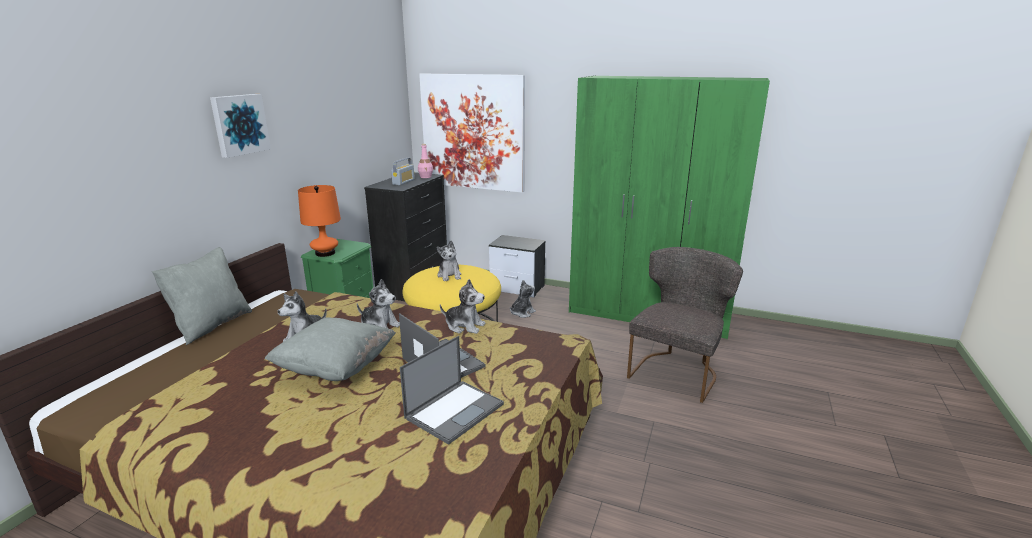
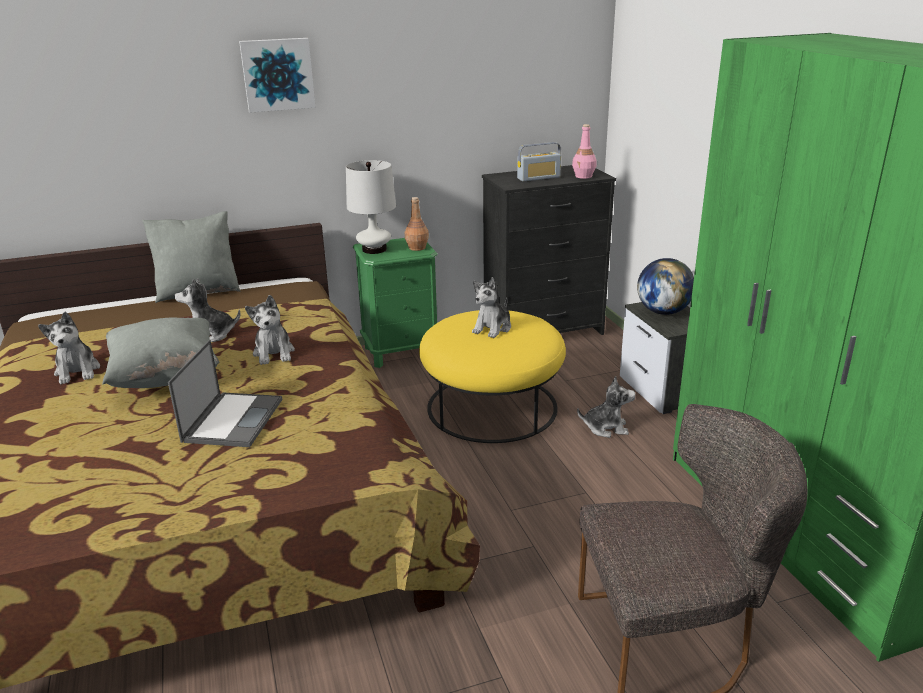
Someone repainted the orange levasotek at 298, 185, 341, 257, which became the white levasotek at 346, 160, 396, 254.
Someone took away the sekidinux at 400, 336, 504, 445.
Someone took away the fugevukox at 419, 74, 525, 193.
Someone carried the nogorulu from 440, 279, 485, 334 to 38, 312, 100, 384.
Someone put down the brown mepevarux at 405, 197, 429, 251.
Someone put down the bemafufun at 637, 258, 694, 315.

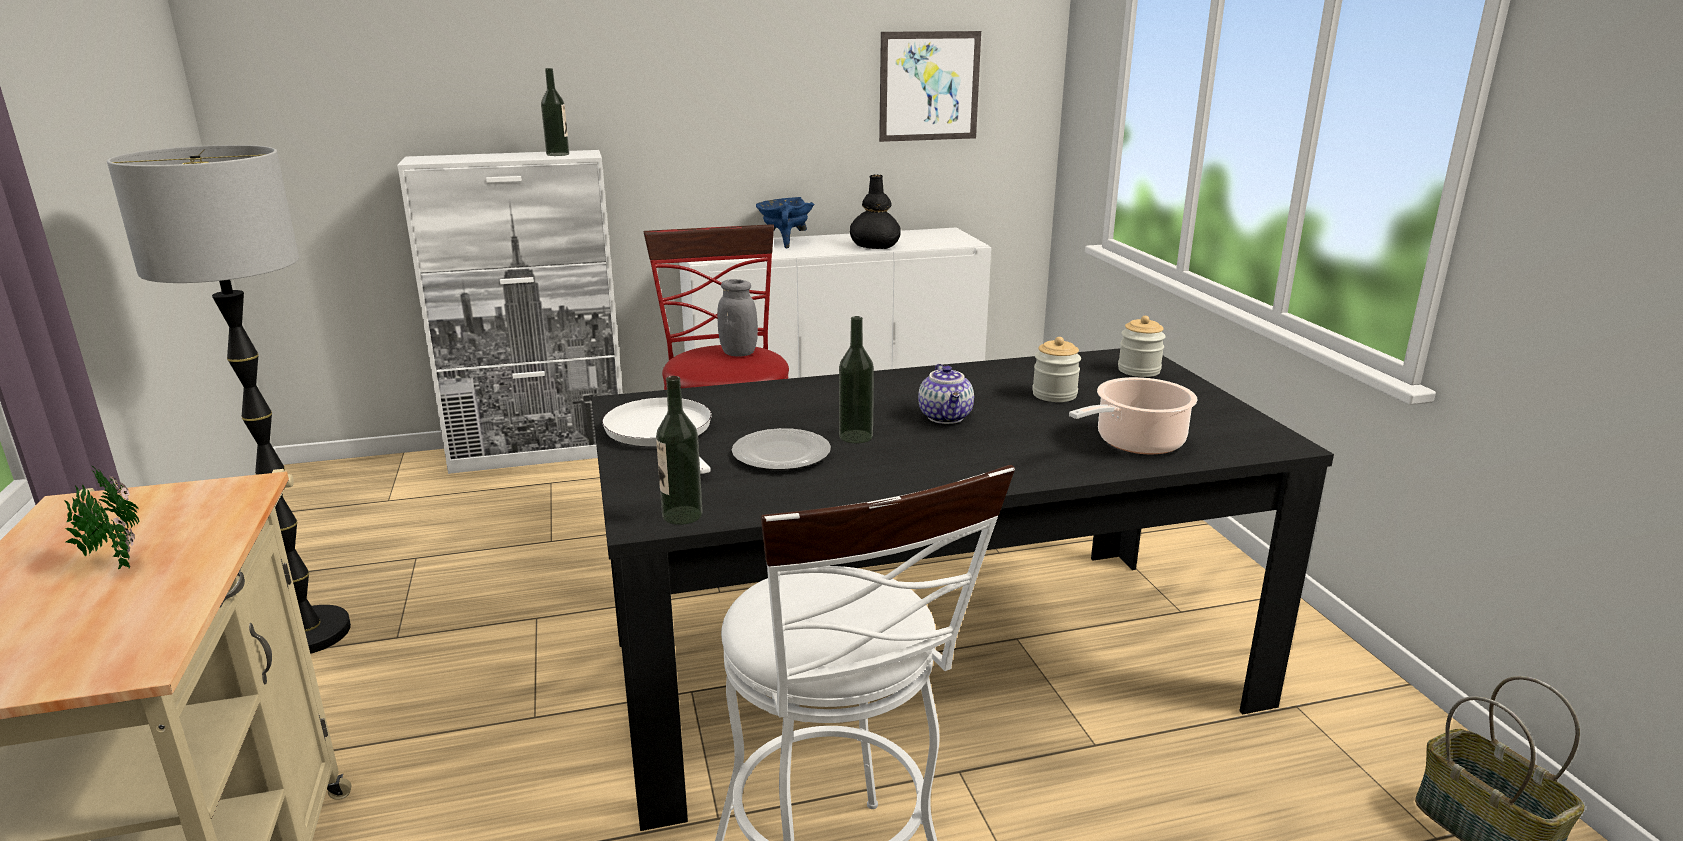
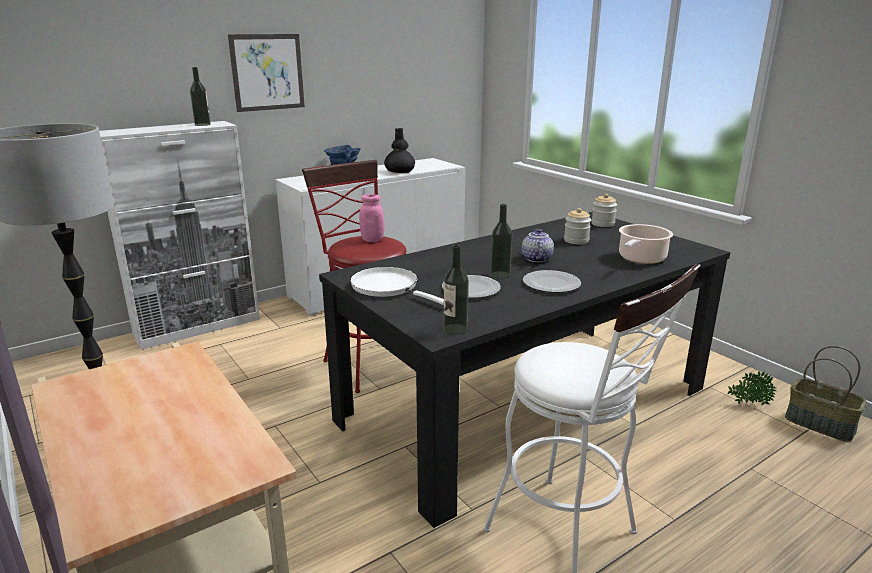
Someone carried the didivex from 64, 466, 139, 569 to 727, 371, 776, 406.
Someone repainted the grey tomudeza at 717, 279, 758, 357, which became the pink tomudeza at 359, 194, 385, 242.
Someone carried the fugevukox from 879, 31, 981, 142 to 228, 34, 305, 112.
Someone rotated the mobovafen at 918, 364, 974, 424 by 150 degrees counterclockwise.
Someone put down the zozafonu at 523, 270, 581, 293.

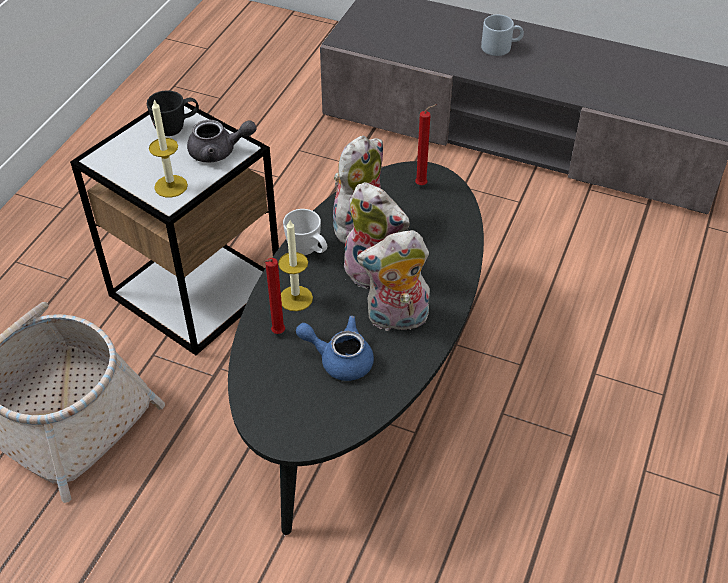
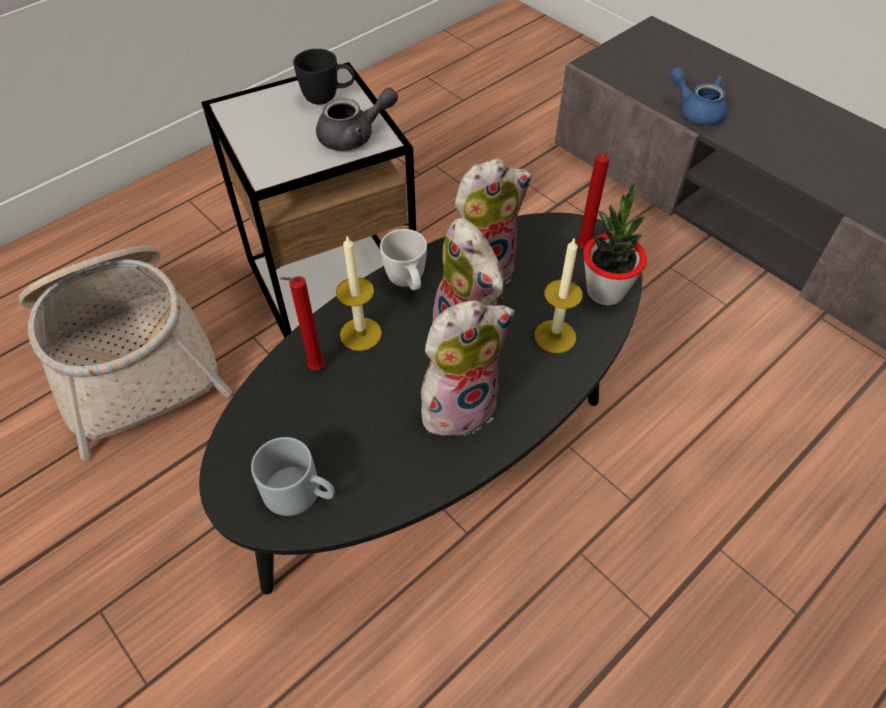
Someone carried the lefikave from 149, 100, 188, 198 to 535, 239, 583, 353.
Someone rotated the grey mobovafen at 187, 120, 257, 163 by 45 degrees counterclockwise.
Someone carried the blue mobovafen from 296, 316, 374, 381 to 669, 67, 727, 125.
Someone rotated the nogorulu at 357, 230, 430, 334 by 135 degrees clockwise.
Someone carried the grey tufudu from 481, 15, 524, 56 to 251, 437, 335, 516.
Someone put down the didivex at 583, 183, 647, 305.

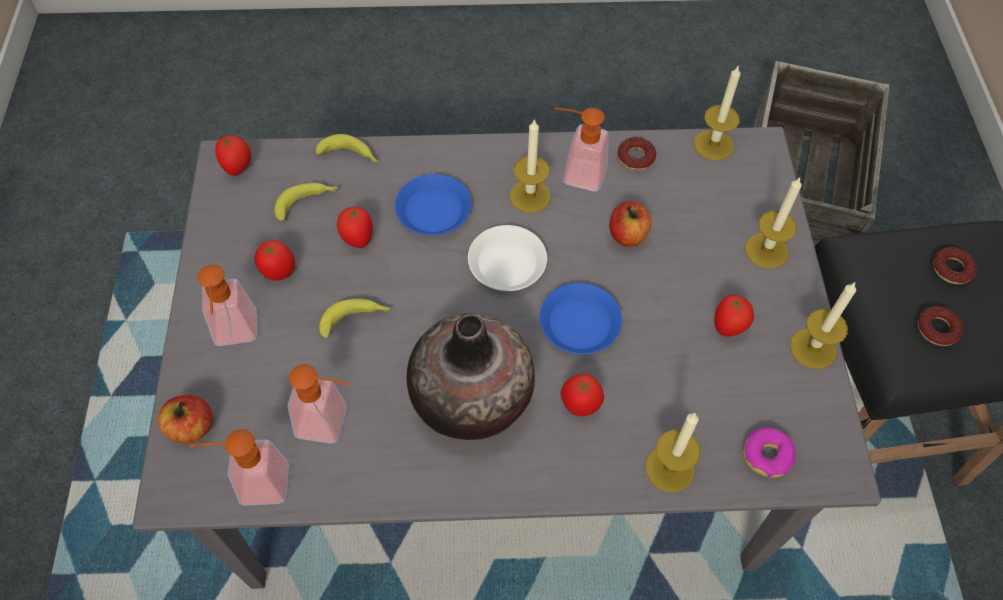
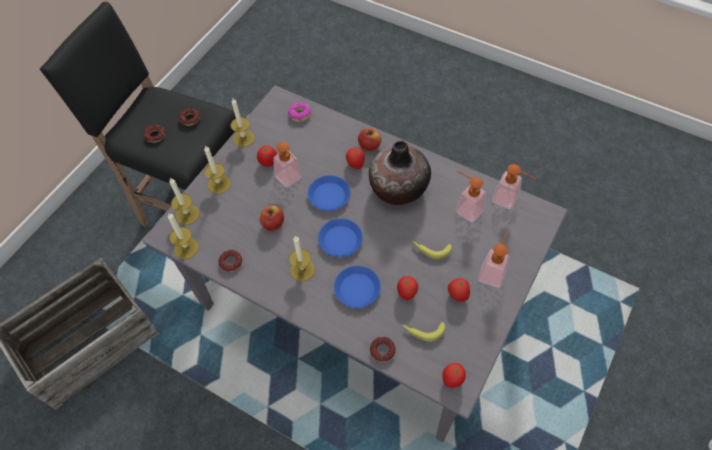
Someone carried the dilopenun from 158, 394, 213, 444 to 358, 128, 381, 151.
Someone swapped the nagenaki at 316, 134, 378, 163 for the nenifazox at 370, 337, 396, 362.
Someone repainted the white zozafonu at 468, 225, 547, 291, which became the blue zozafonu at 318, 218, 363, 257.
Someone carried the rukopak from 554, 108, 609, 192 to 273, 142, 302, 187.
Someone carried the lefikave from 645, 413, 701, 492 to 169, 178, 200, 225.

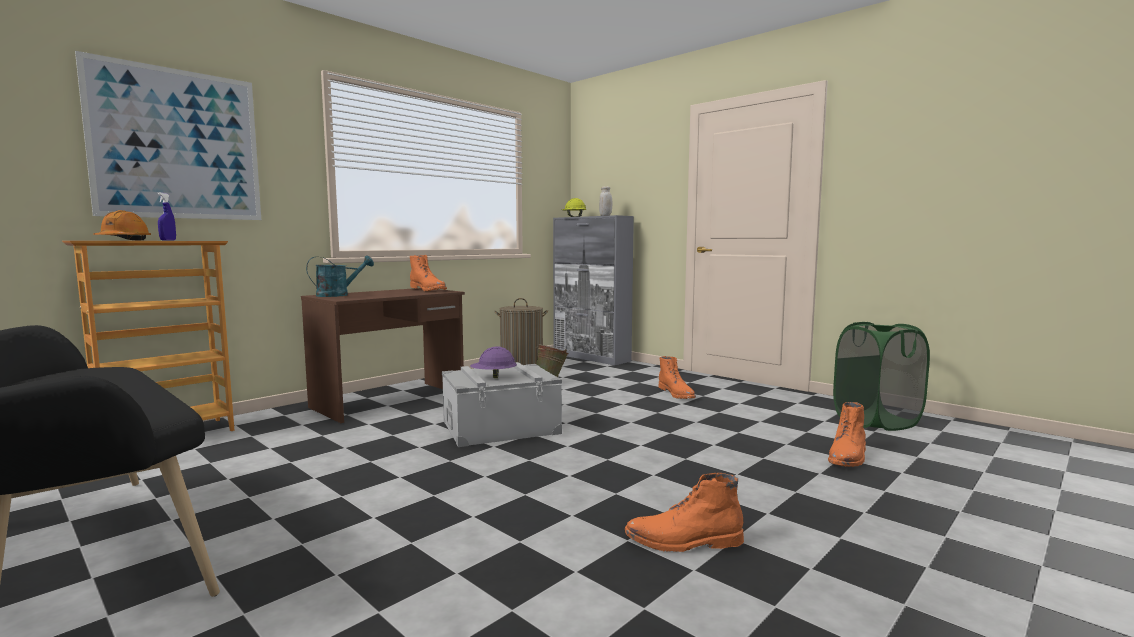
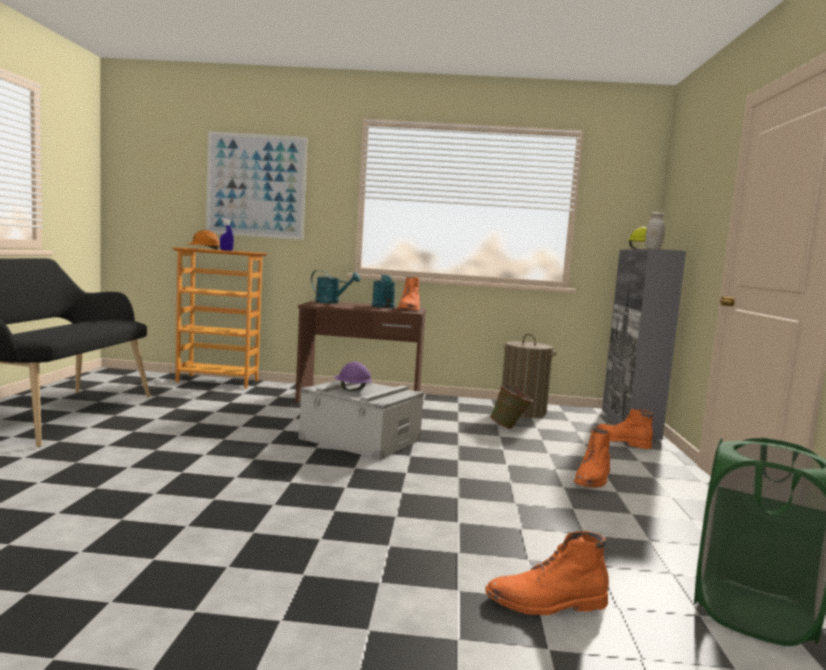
Someone carried the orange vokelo from 625, 473, 744, 552 to 596, 409, 654, 449.
Someone put down the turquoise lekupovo at 372, 274, 395, 308.

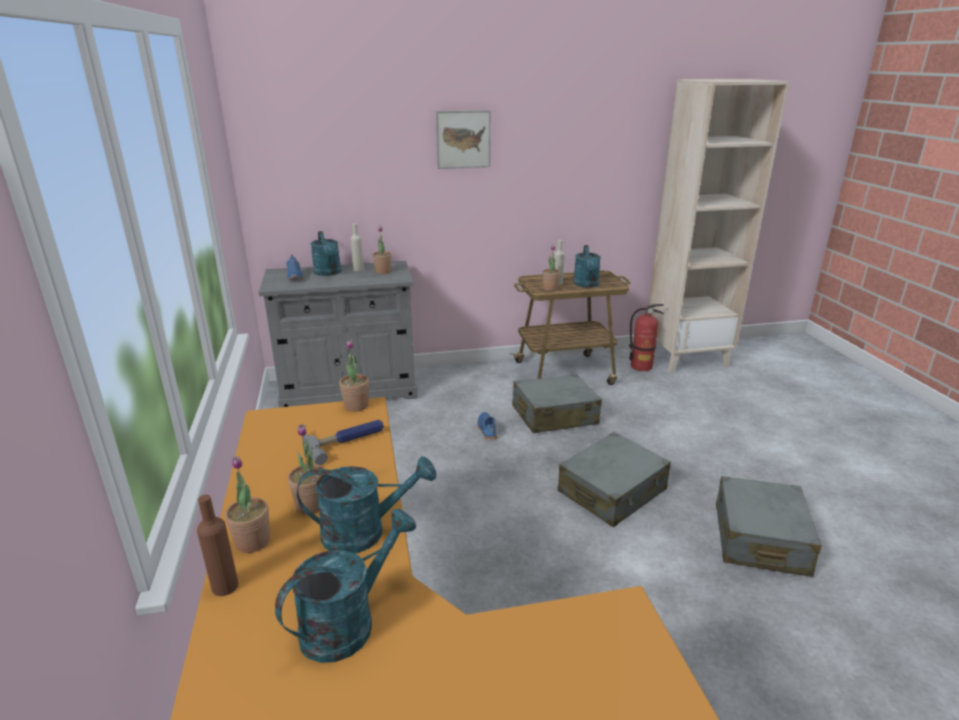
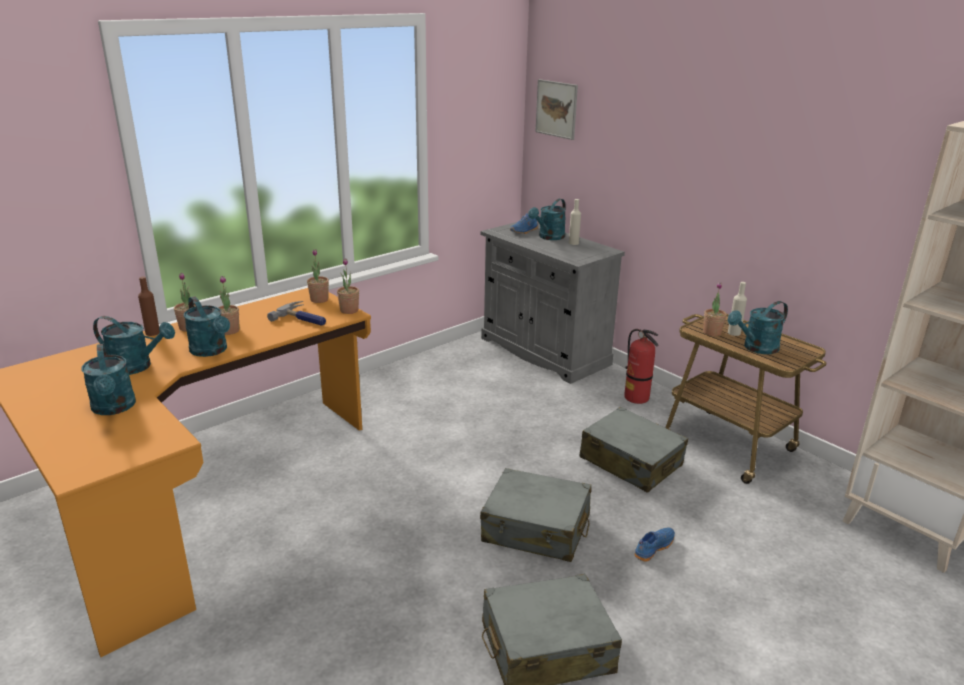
Someone carried the didivex from 373, 226, 391, 274 to 307, 249, 329, 303.
Someone carried the fugevukox from 436, 110, 491, 169 to 535, 79, 578, 140.
Someone carried the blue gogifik from 477, 412, 497, 440 to 634, 527, 675, 561.
Someone carried the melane from 629, 304, 664, 371 to 624, 329, 658, 404.
Someone put down the turquoise lekupovo at 82, 344, 136, 415.

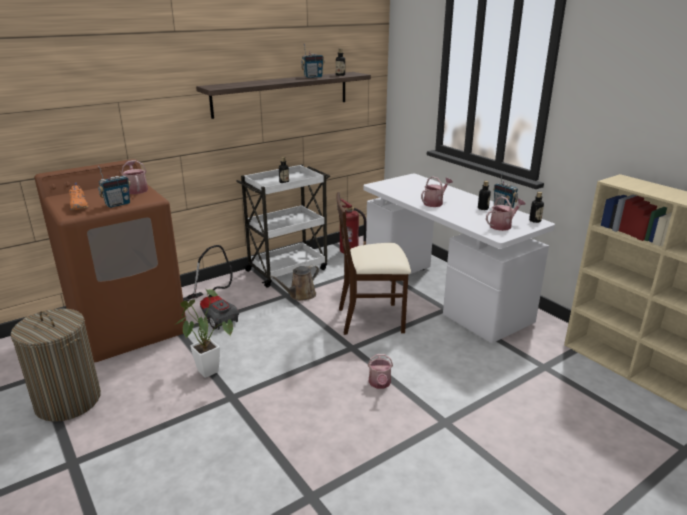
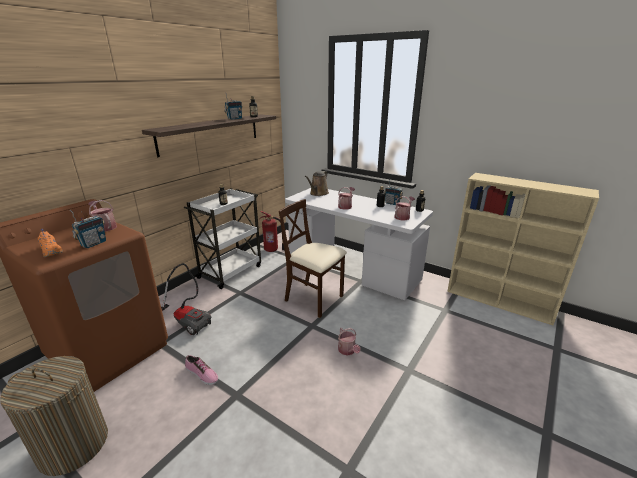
Someone swapped the didivex at 176, 289, 233, 378 for the gogifik at 185, 355, 218, 385.
Someone carried the brown lekupovo from 269, 265, 319, 301 to 305, 171, 329, 196.
Someone rotated the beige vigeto at 336, 192, 411, 335 by 60 degrees clockwise.

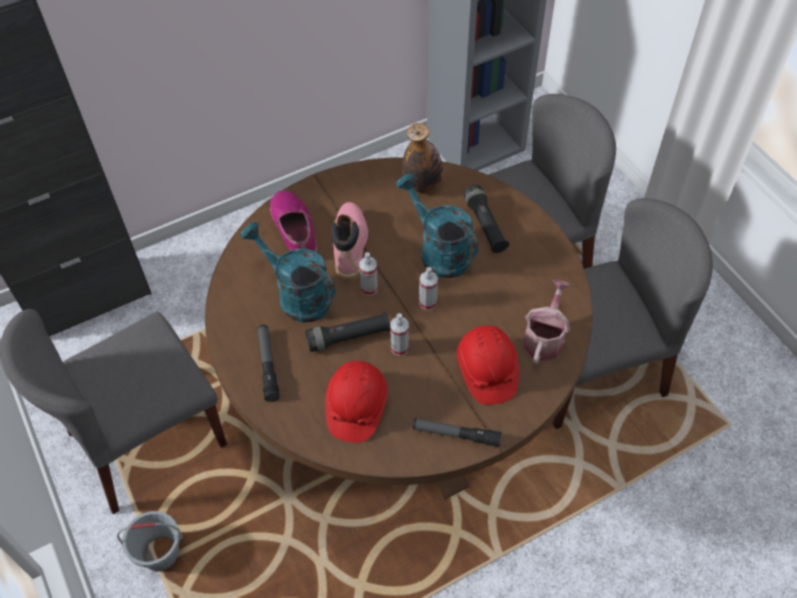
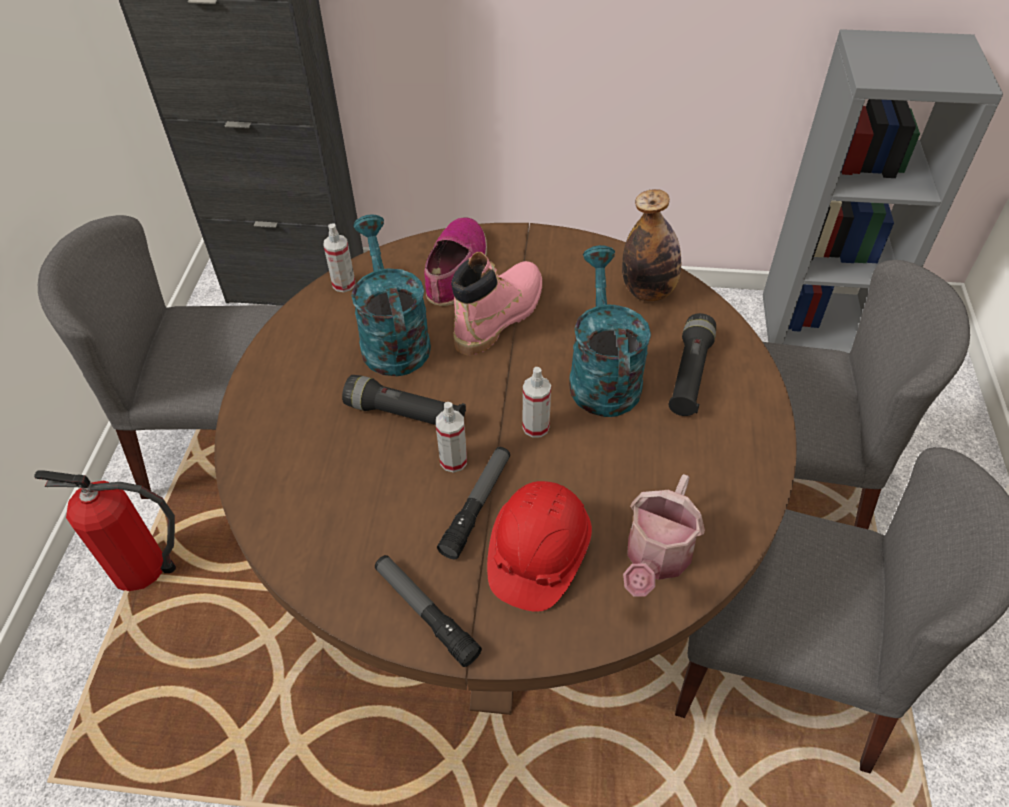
Someone swapped the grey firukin at 117, 511, 183, 572 for the melane at 34, 470, 176, 591.
Someone carried the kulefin from 258, 325, 280, 402 to 437, 447, 510, 559.
Someone took away the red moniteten at 325, 361, 388, 442.
Someone carried the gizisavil from 359, 252, 378, 296 to 323, 223, 355, 292.
Someone rotated the lekupovo at 524, 279, 570, 364 by 150 degrees clockwise.

